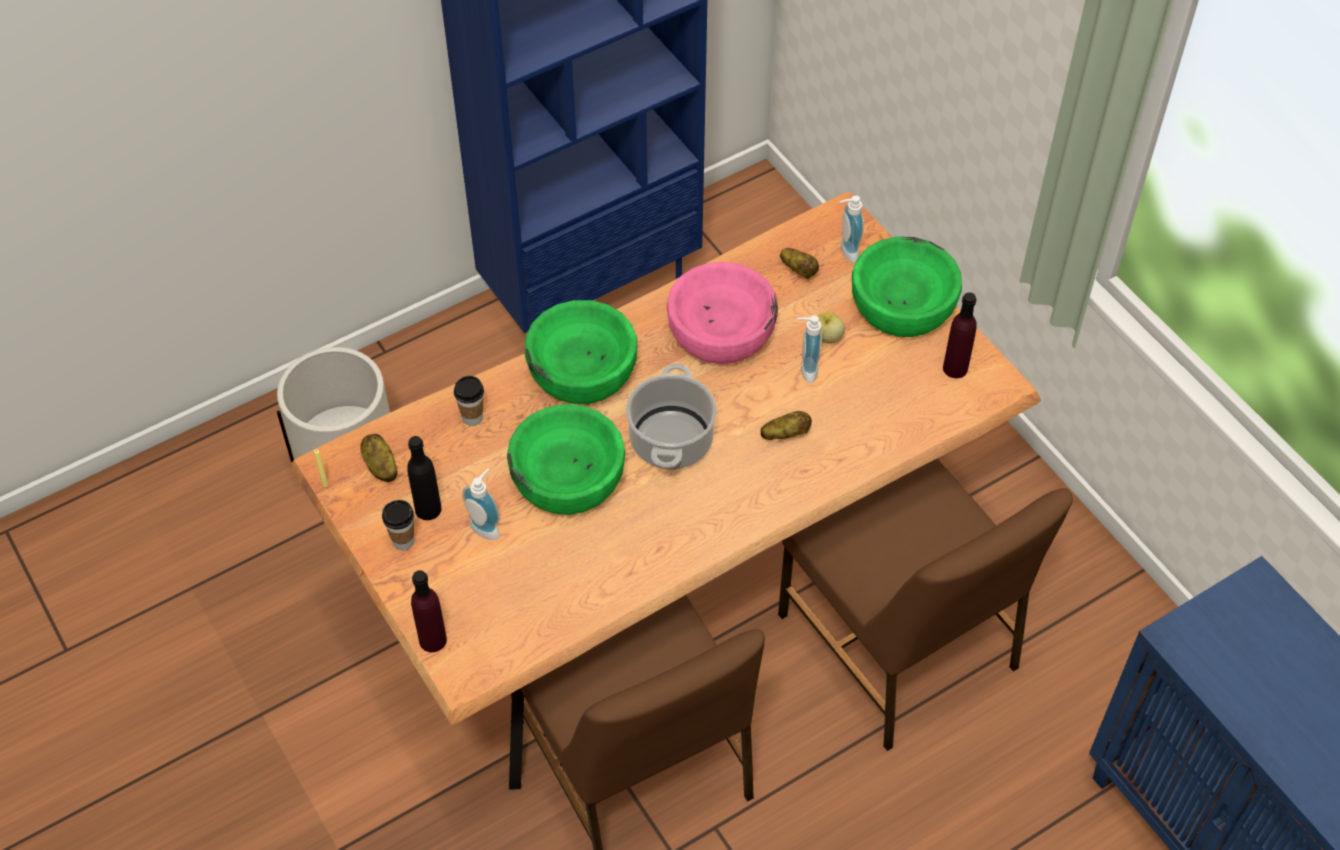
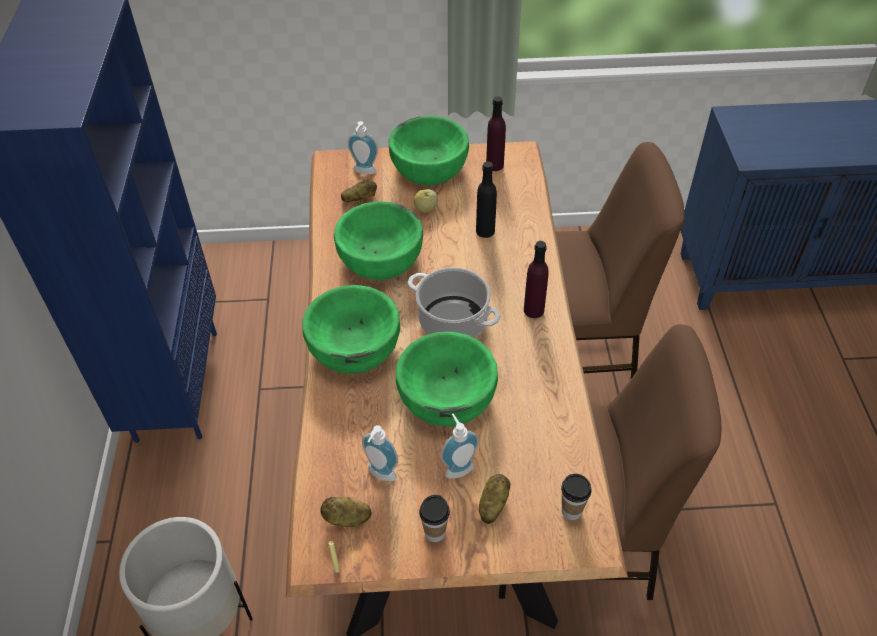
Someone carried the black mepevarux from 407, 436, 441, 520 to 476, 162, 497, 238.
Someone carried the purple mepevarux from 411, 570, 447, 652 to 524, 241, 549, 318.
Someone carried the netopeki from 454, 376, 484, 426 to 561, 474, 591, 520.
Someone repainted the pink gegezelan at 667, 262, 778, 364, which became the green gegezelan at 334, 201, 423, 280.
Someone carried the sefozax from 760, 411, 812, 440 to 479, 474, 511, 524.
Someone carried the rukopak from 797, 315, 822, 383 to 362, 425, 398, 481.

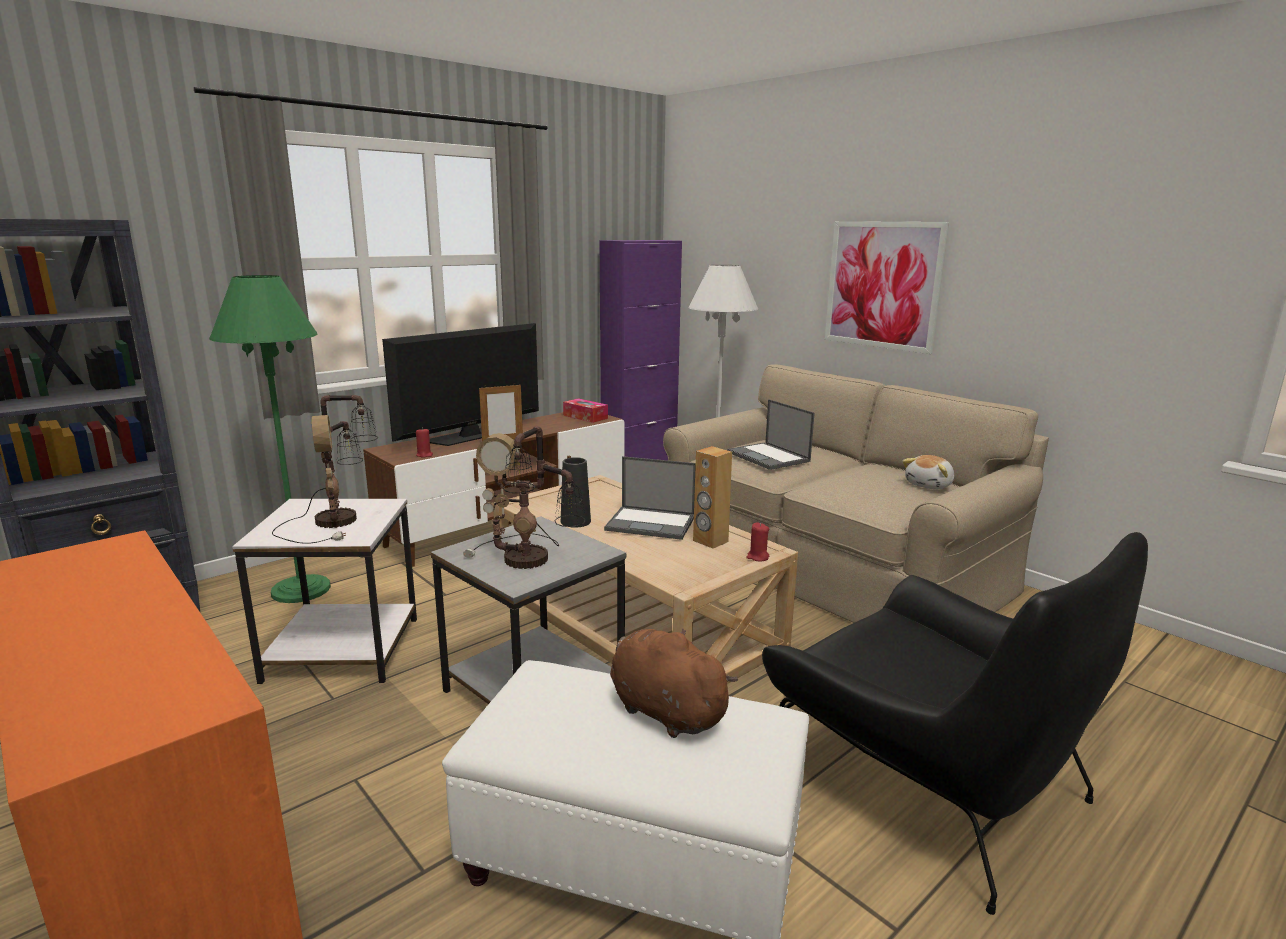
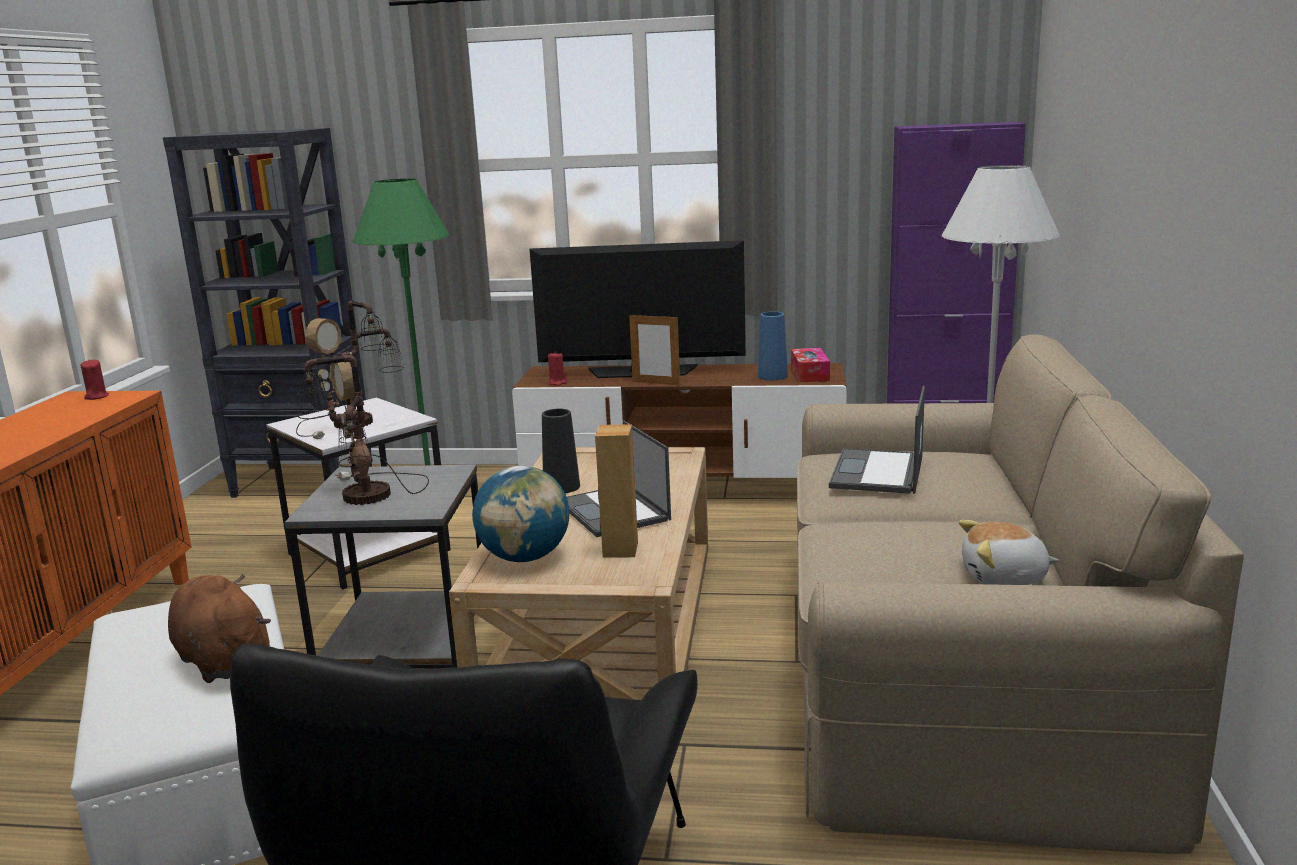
Someone rotated the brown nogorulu at 610, 628, 738, 738 by 45 degrees counterclockwise.
Someone carried the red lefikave from 746, 522, 769, 562 to 80, 359, 109, 400.
Someone took away the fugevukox at 825, 221, 949, 354.
Someone put down the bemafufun at 472, 465, 569, 562.
Someone put down the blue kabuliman at 758, 312, 788, 380.

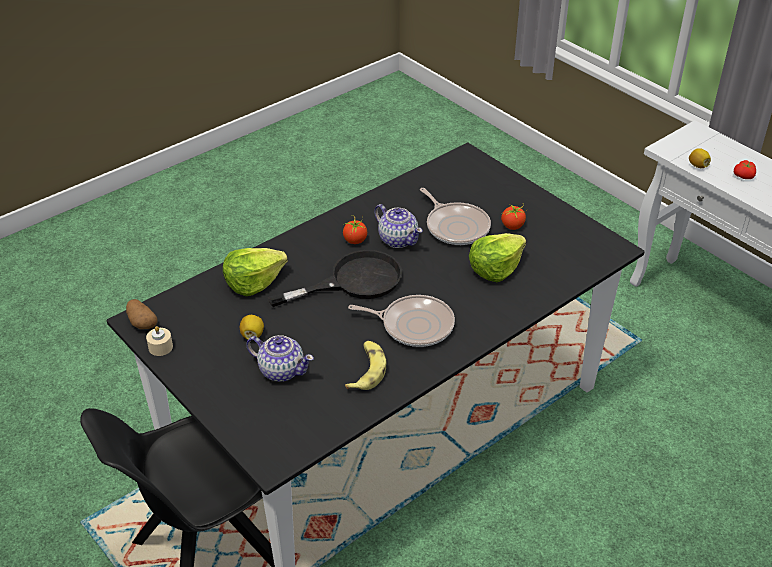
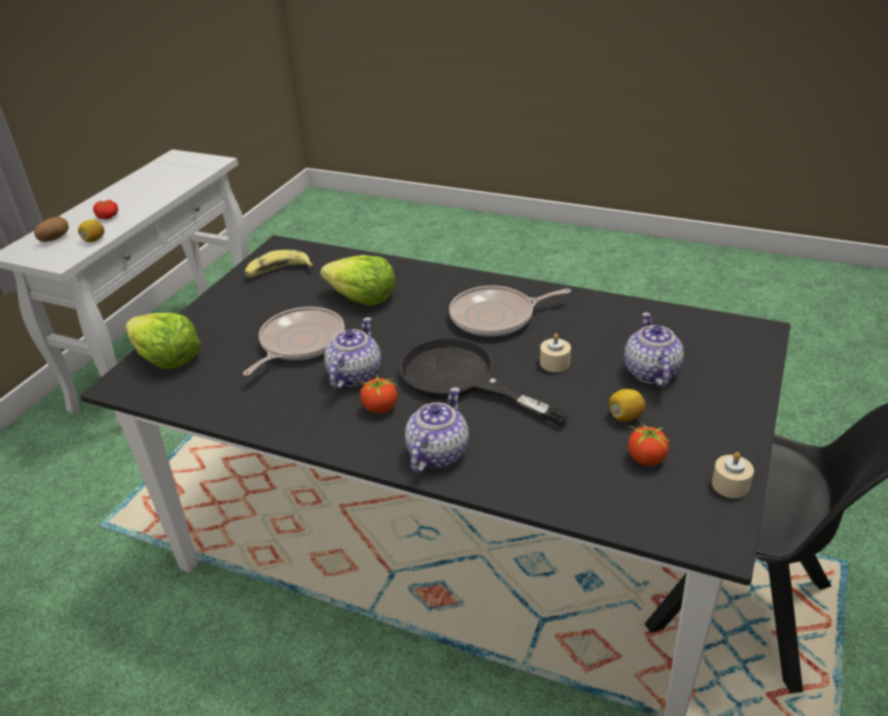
Someone carried the sefozax from 126, 299, 157, 329 to 34, 217, 69, 242.
Someone carried the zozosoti from 223, 248, 288, 296 to 125, 313, 201, 370.
Someone carried the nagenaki from 345, 341, 386, 390 to 245, 250, 314, 278.
Someone rotated the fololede at 348, 295, 455, 347 by 90 degrees counterclockwise.
Someone carried the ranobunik from 501, 203, 528, 230 to 628, 418, 671, 466.
Someone put down the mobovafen at 405, 387, 469, 472.
Someone put down the beige lefikave at 540, 333, 571, 372.

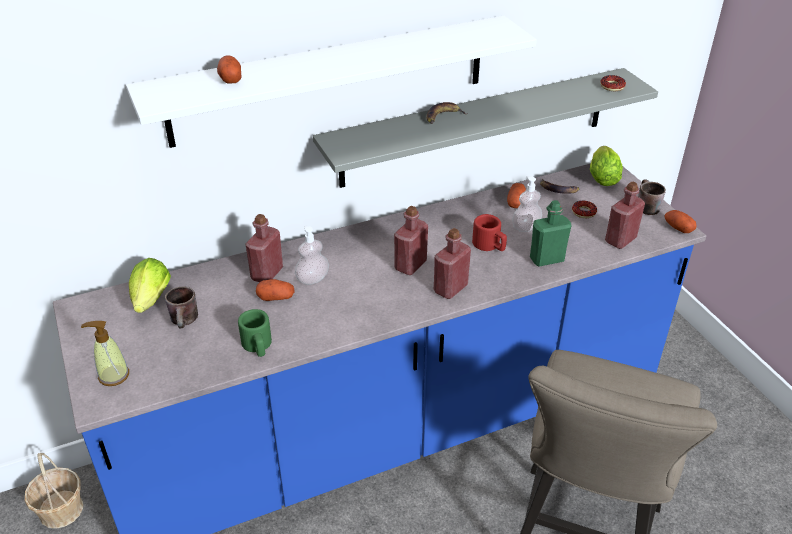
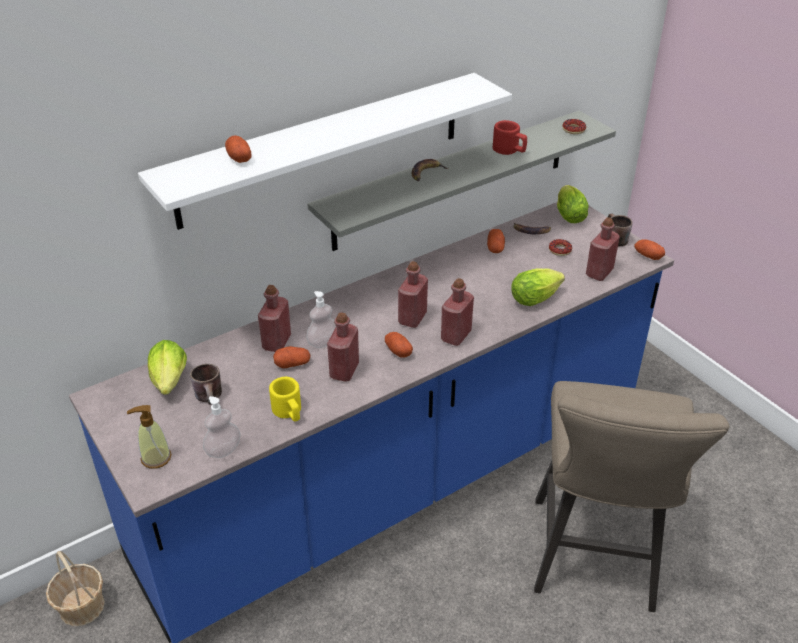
Someone repainted the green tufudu at 238, 309, 272, 357, which became the yellow tufudu at 269, 377, 301, 421.
Someone carried the red tufudu from 472, 214, 507, 251 to 493, 120, 527, 155.
Someone carried the rukopak from 512, 176, 542, 232 to 203, 396, 240, 458.
Someone swapped the green mepevarux at 530, 200, 571, 267 for the zozosoti at 511, 269, 565, 306.
Someone put down the red mepevarux at 327, 312, 359, 382.
Someone put down the sefozax at 385, 332, 413, 358.

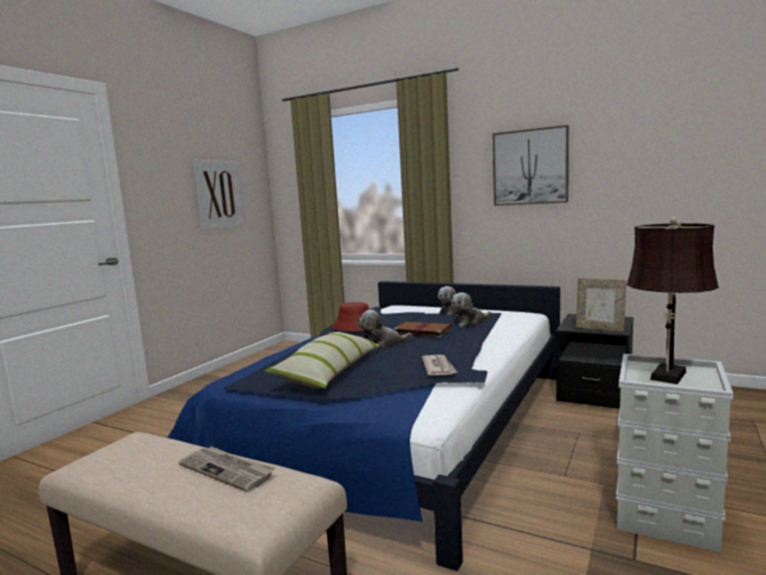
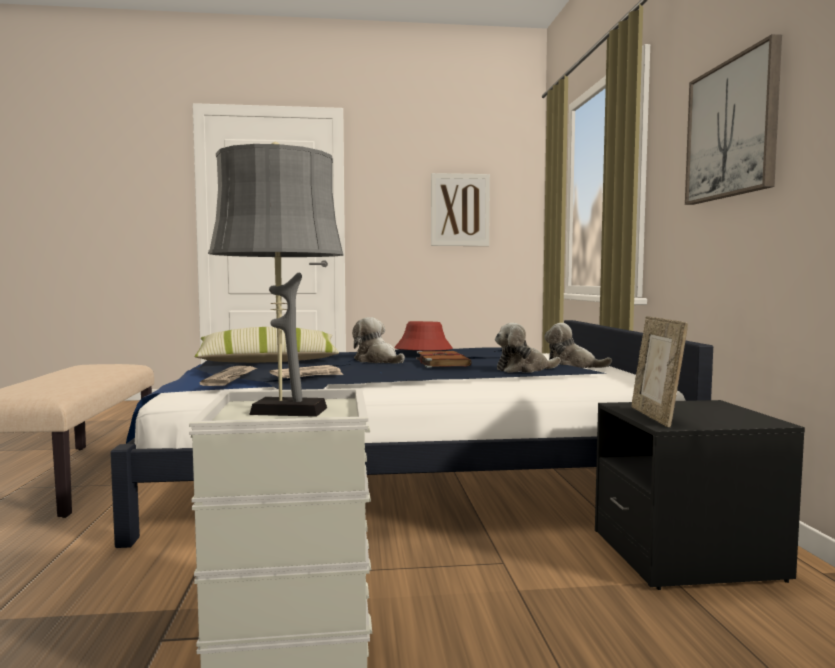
Someone carried the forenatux from 179, 447, 275, 492 to 199, 366, 257, 386.
Someone rotated the nogorulu at 451, 292, 492, 327 by 45 degrees counterclockwise.
Someone repainted the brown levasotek at 627, 217, 719, 384, which became the grey levasotek at 208, 142, 344, 417.

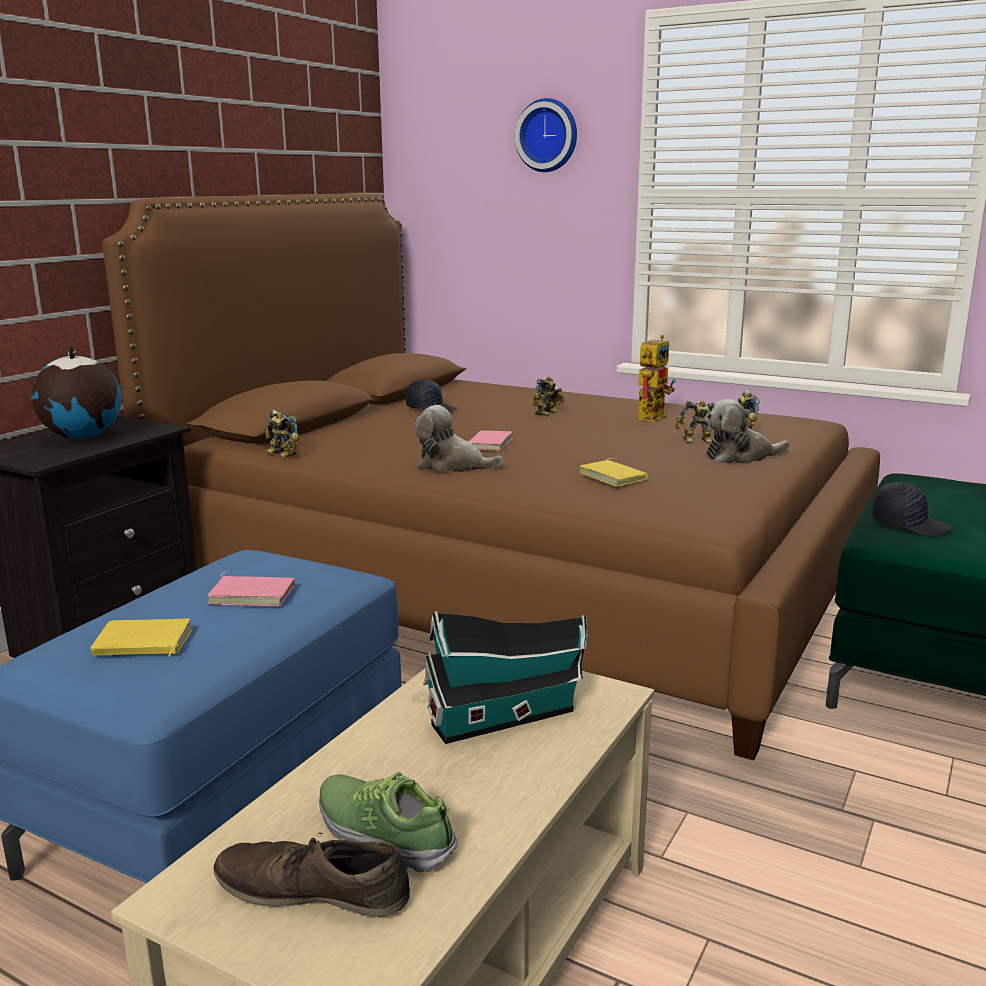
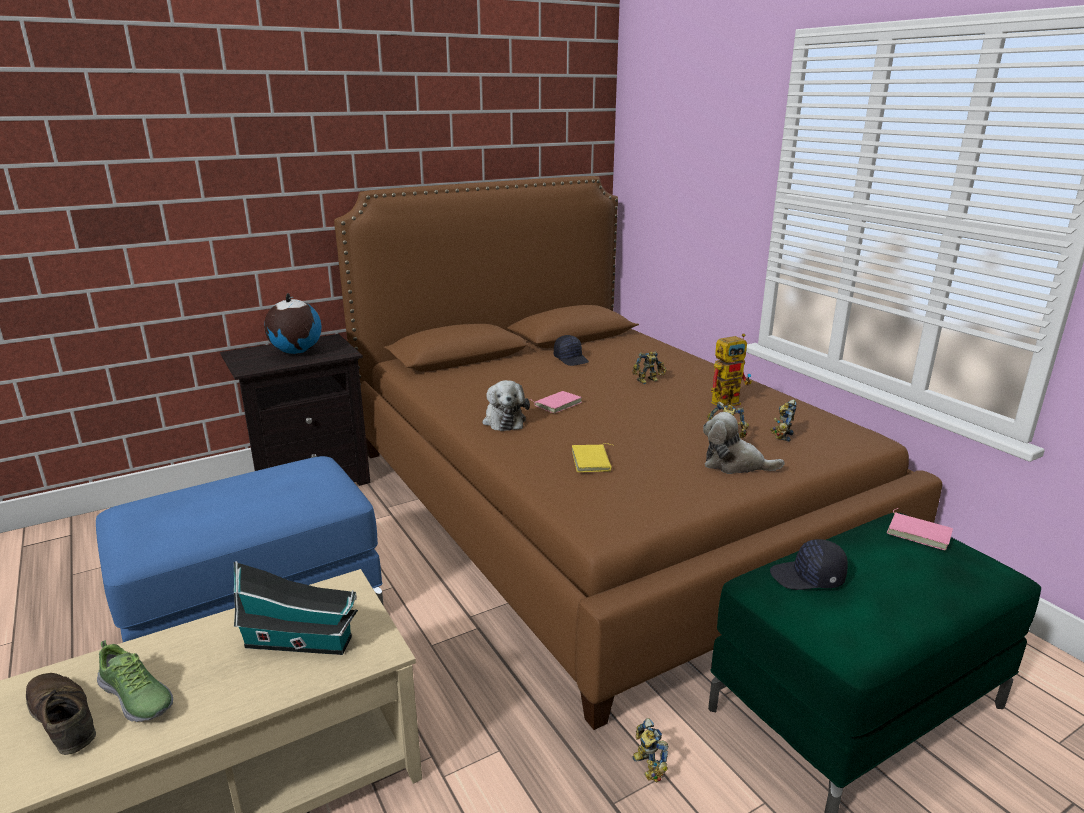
Someone took away the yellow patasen at 91, 619, 193, 657.
Someone carried the pink patasen from 207, 571, 295, 607 to 886, 508, 953, 551.
Someone carried the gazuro from 265, 410, 300, 457 to 632, 718, 669, 783.
Someone rotated the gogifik at 319, 772, 458, 872 by 150 degrees clockwise.
Someone rotated the nogorulu at 414, 405, 503, 473 by 150 degrees counterclockwise.
Someone took away the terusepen at 515, 98, 577, 172.
Someone rotated the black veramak at 872, 482, 953, 536 by 120 degrees clockwise.

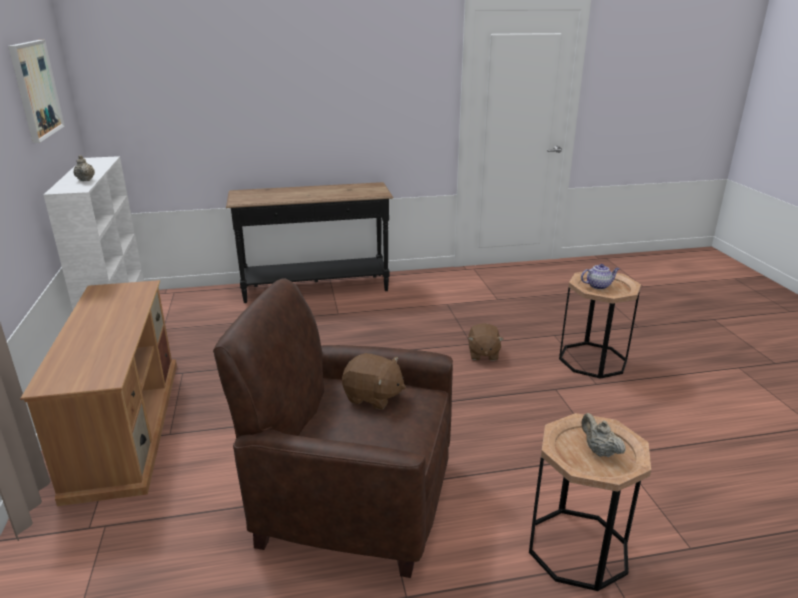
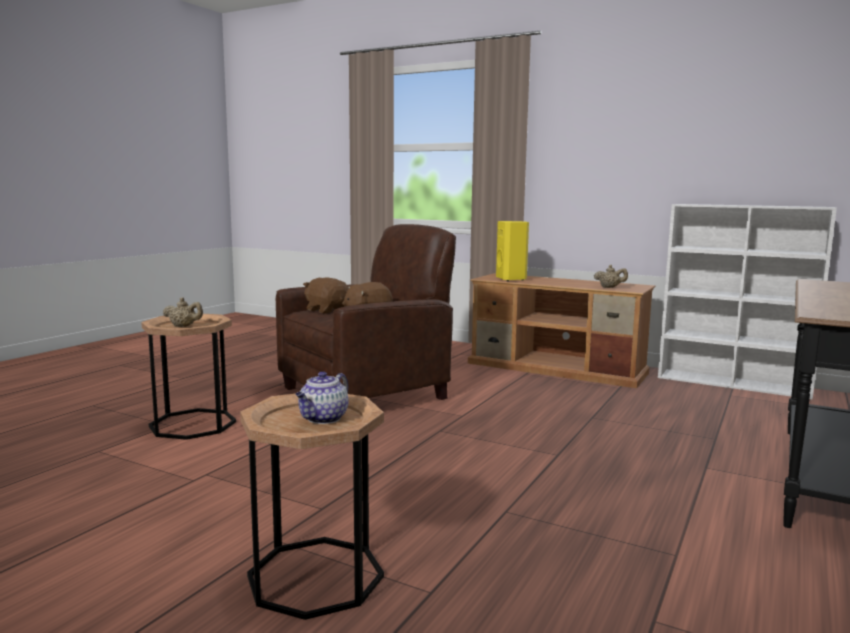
Someone took away the fugevukox at 8, 40, 65, 143.
Someone carried the beige mobovafen from 73, 155, 95, 181 to 594, 265, 628, 288.
Someone carried the brown nogorulu from 468, 323, 504, 361 to 303, 278, 348, 314.
Someone put down the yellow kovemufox at 496, 221, 529, 281.

